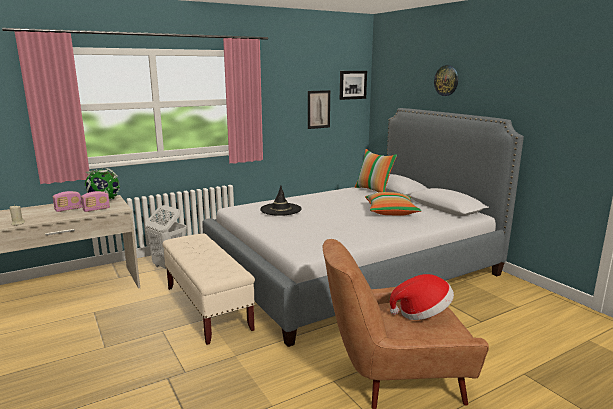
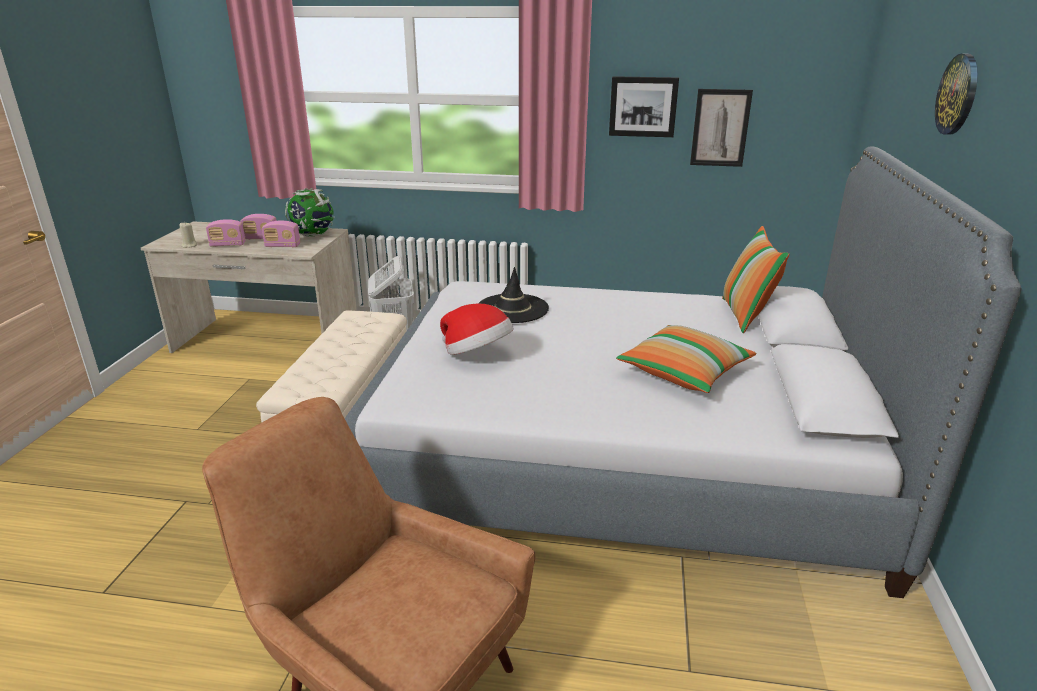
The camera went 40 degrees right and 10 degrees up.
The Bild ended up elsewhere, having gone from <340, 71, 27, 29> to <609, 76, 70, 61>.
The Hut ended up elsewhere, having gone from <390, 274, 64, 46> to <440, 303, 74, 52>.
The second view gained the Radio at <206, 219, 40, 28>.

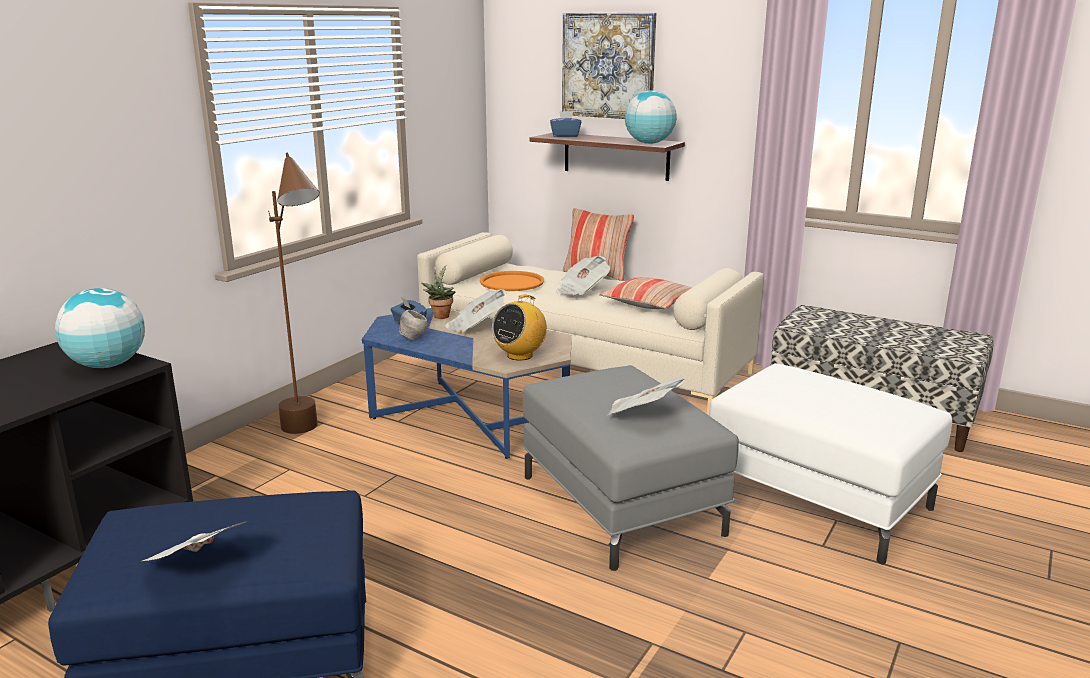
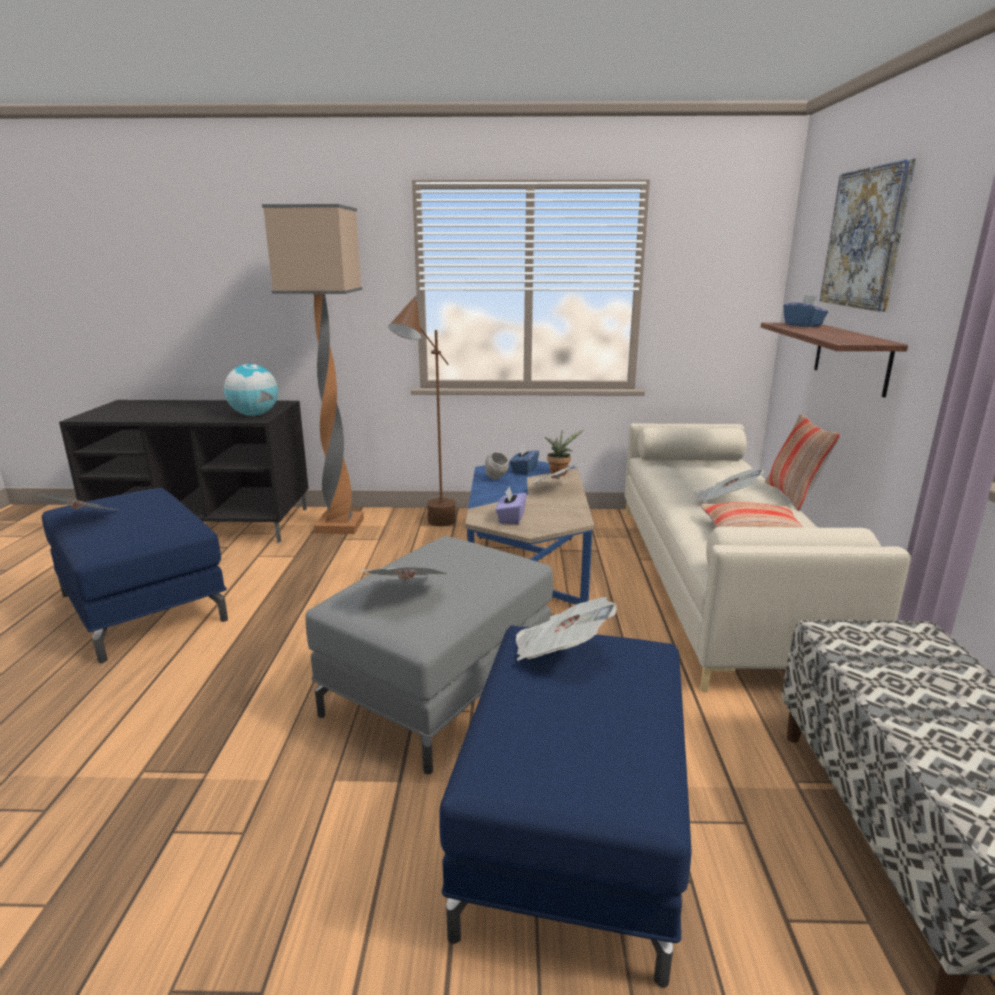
The camera went 60 degrees right and 0 degrees up.
The second view lost the Tablett [orange] at <480, 271, 64, 20>.
Where the Radio stood at <492, 294, 55, 66>, the Taschentuchbox [lila] came to stand at <496, 486, 31, 38>.
The second view lost the Globus at <625, 90, 52, 54>.
What was the Polsterhocker [weiß] at <709, 363, 243, 201> turned into the Polsterhocker [blau] at <439, 625, 252, 363>.
The second view gained the Stehlampe at <262, 204, 102, 330>.
The second view gained the Zeitung at <516, 597, 101, 64>.

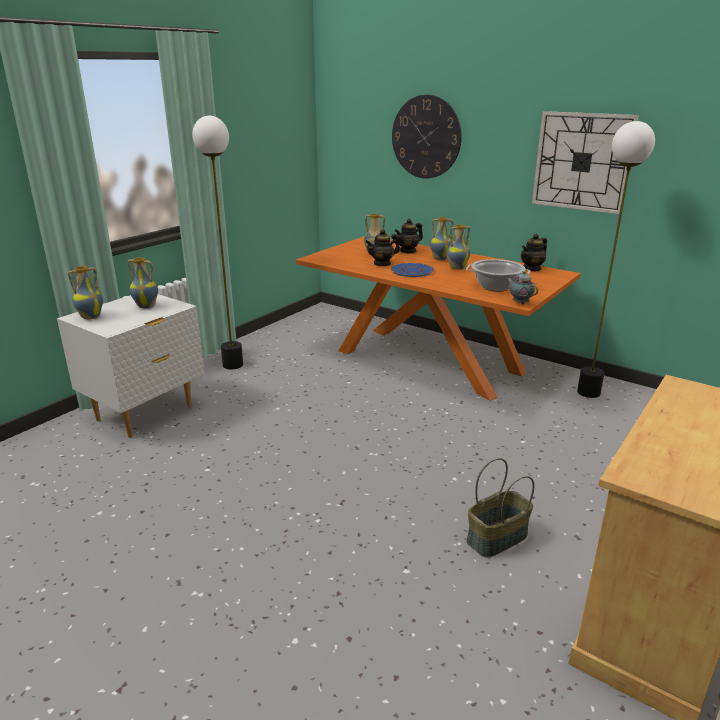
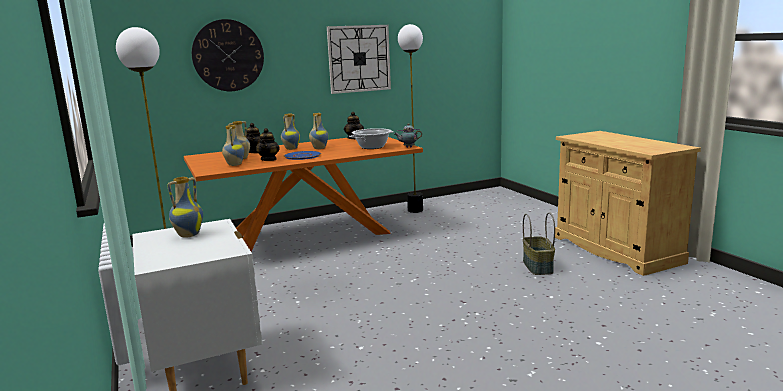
The camera went 60 degrees left and 10 degrees down.
The Vase ended up elsewhere, having gone from <68, 266, 35, 53> to <222, 125, 23, 41>.

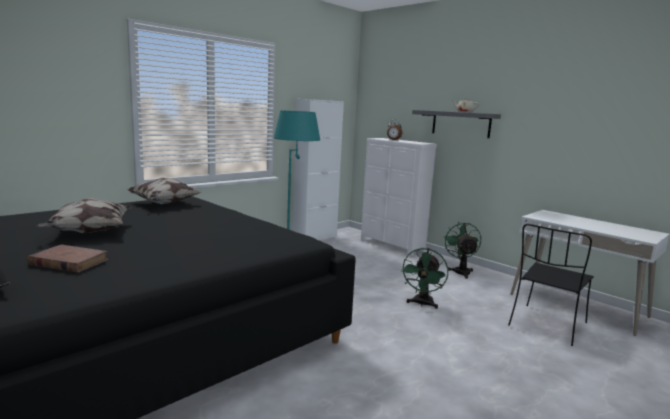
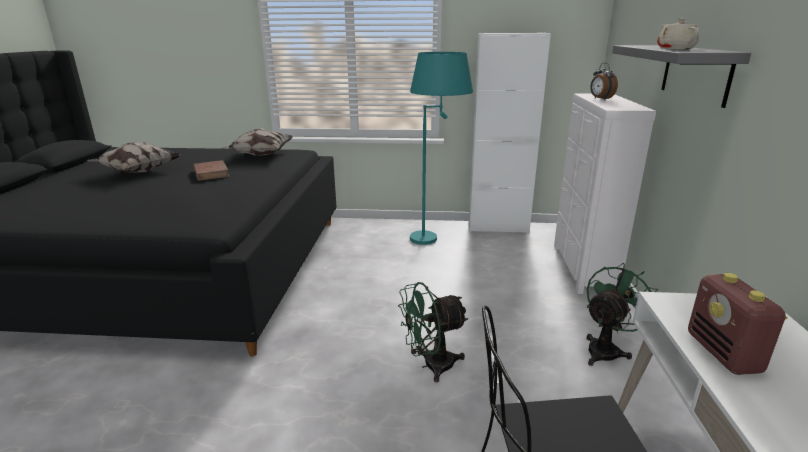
The camera went 50 degrees right and 10 degrees up.
The Buch [braun] ended up elsewhere, having gone from <27, 245, 82, 28> to <193, 160, 37, 21>.
The second view gained the Radio at <688, 273, 100, 102>.

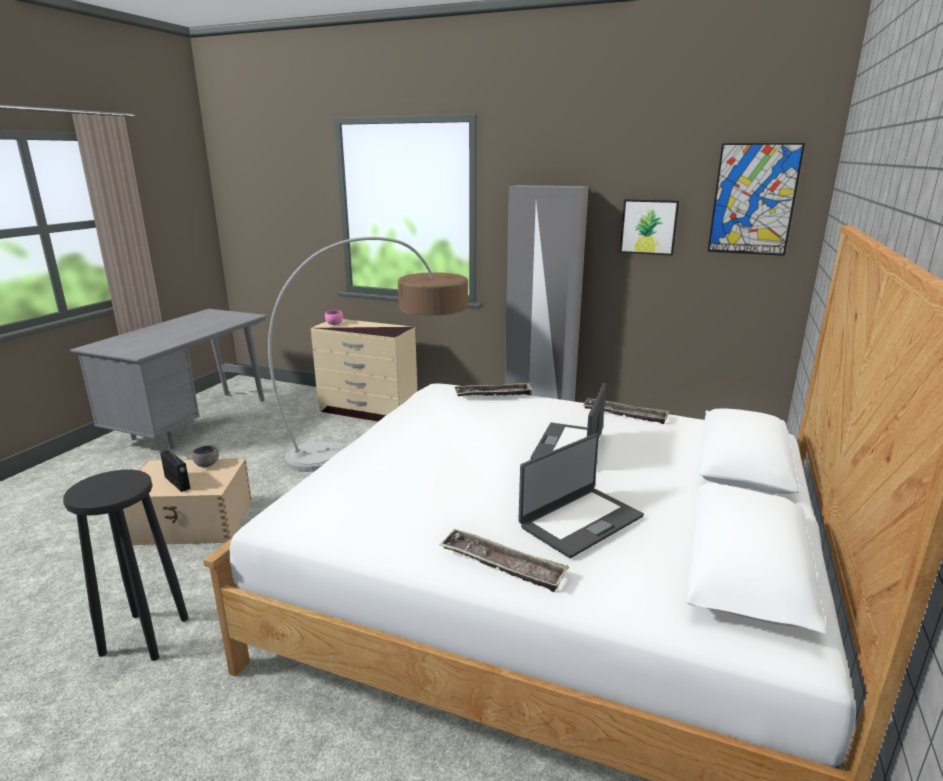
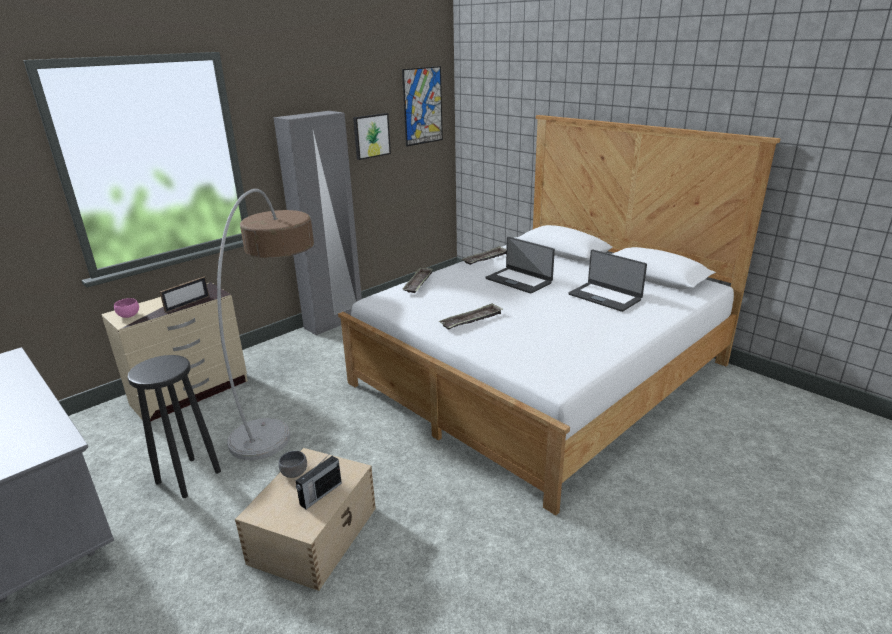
The camera went 65 degrees left and 5 degrees up.
The Hocker [schwarz] ended up elsewhere, having gone from <63, 469, 126, 192> to <127, 355, 94, 143>.
The Radio at <160, 446, 30, 46> ended up facing another way, 150 degrees clockwise from before.
The Tablett ended up elsewhere, having gone from <439, 528, 130, 64> to <439, 303, 64, 27>.
The Laptop at <518, 433, 126, 125> ended up facing another way, 150 degrees clockwise from before.
The second view gained the Bilderrahmen at <160, 277, 49, 36>.

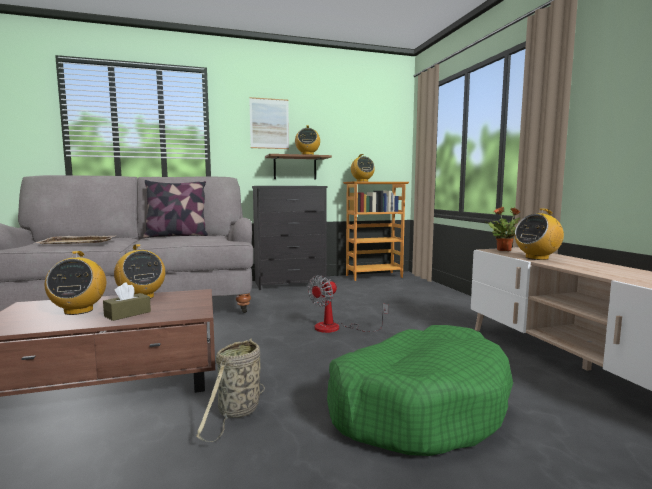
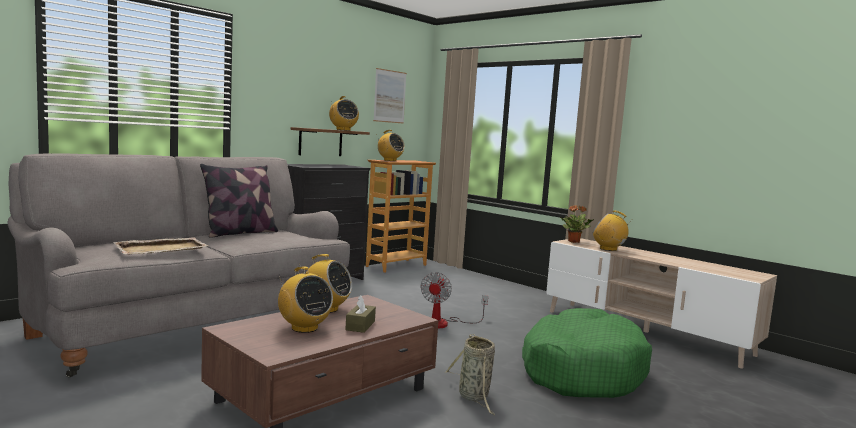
The camera went 30 degrees left and 0 degrees up.
The Bild ended up elsewhere, having gone from <249, 97, 40, 52> to <373, 68, 34, 56>.
The Radio at <515, 208, 49, 52> ended up facing another way, 90 degrees clockwise from before.

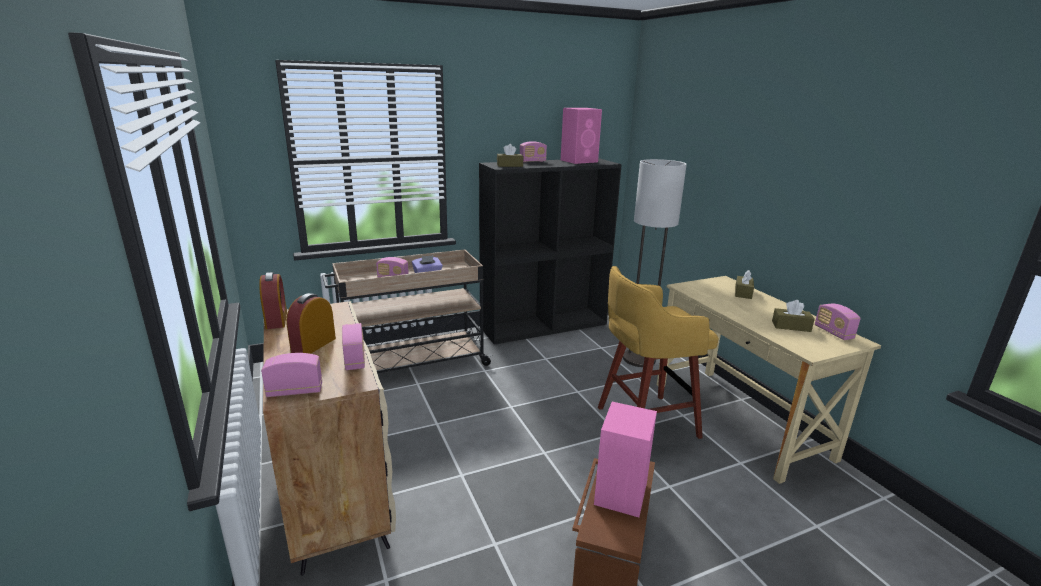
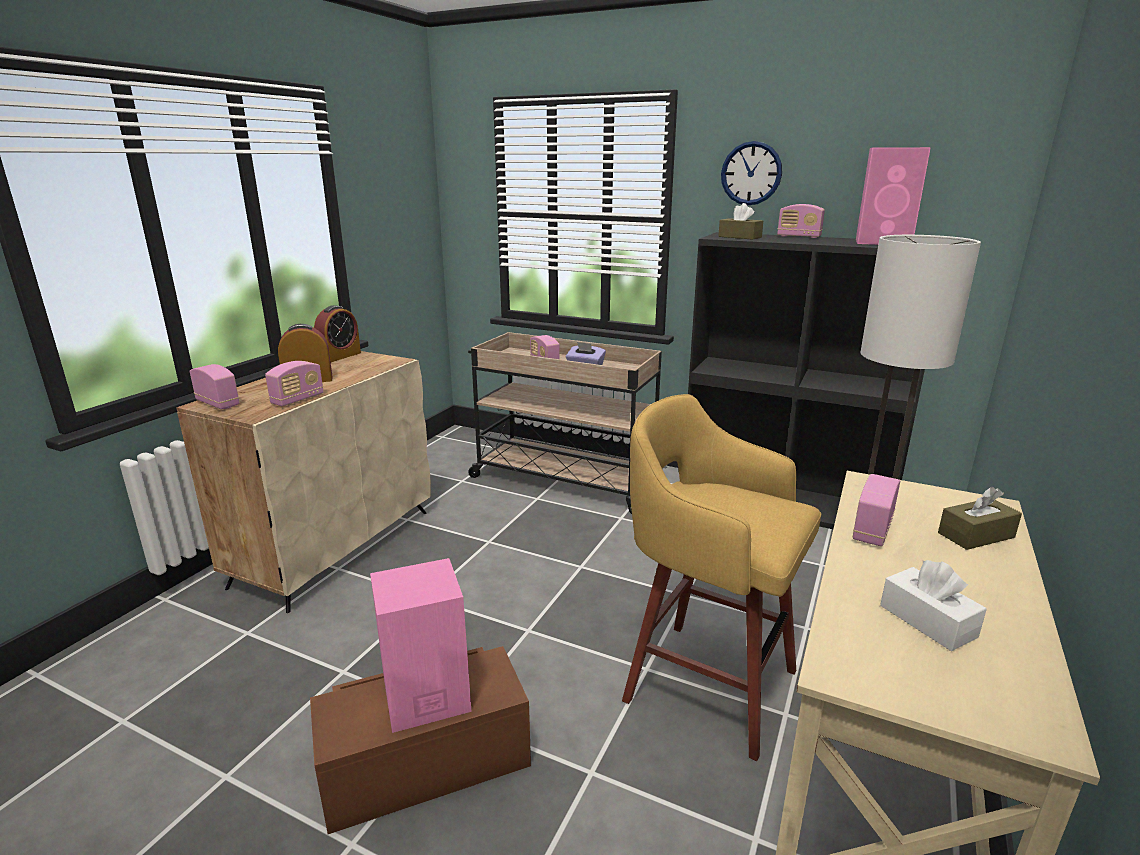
The camera went 50 degrees right and 0 degrees up.
What was the Taschentuchbox [braun] at <772, 300, 43, 32> turned into the Taschentuchbox [weiß] at <880, 560, 107, 91>.
The Radio ended up elsewhere, having gone from <815, 304, 46, 36> to <853, 474, 47, 72>.
The second view gained the Wanduhr at <721, 141, 61, 64>.

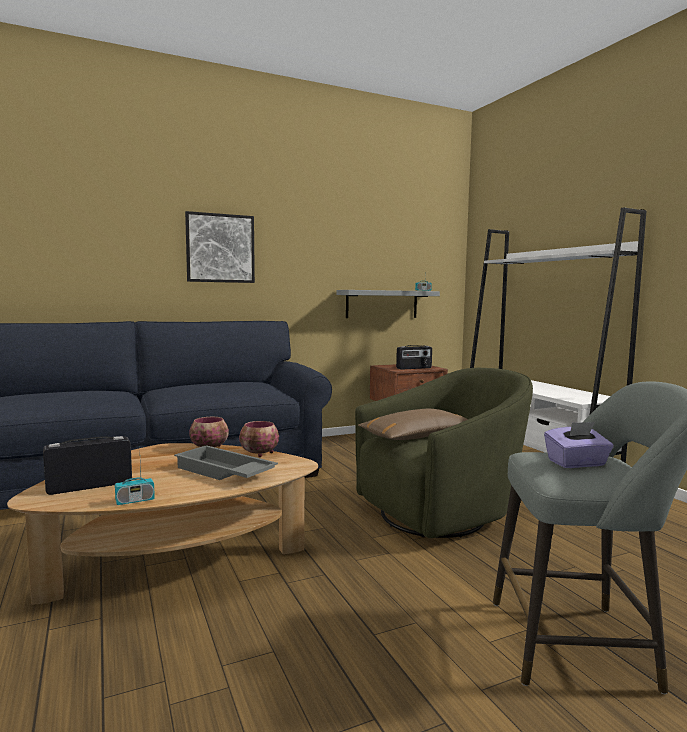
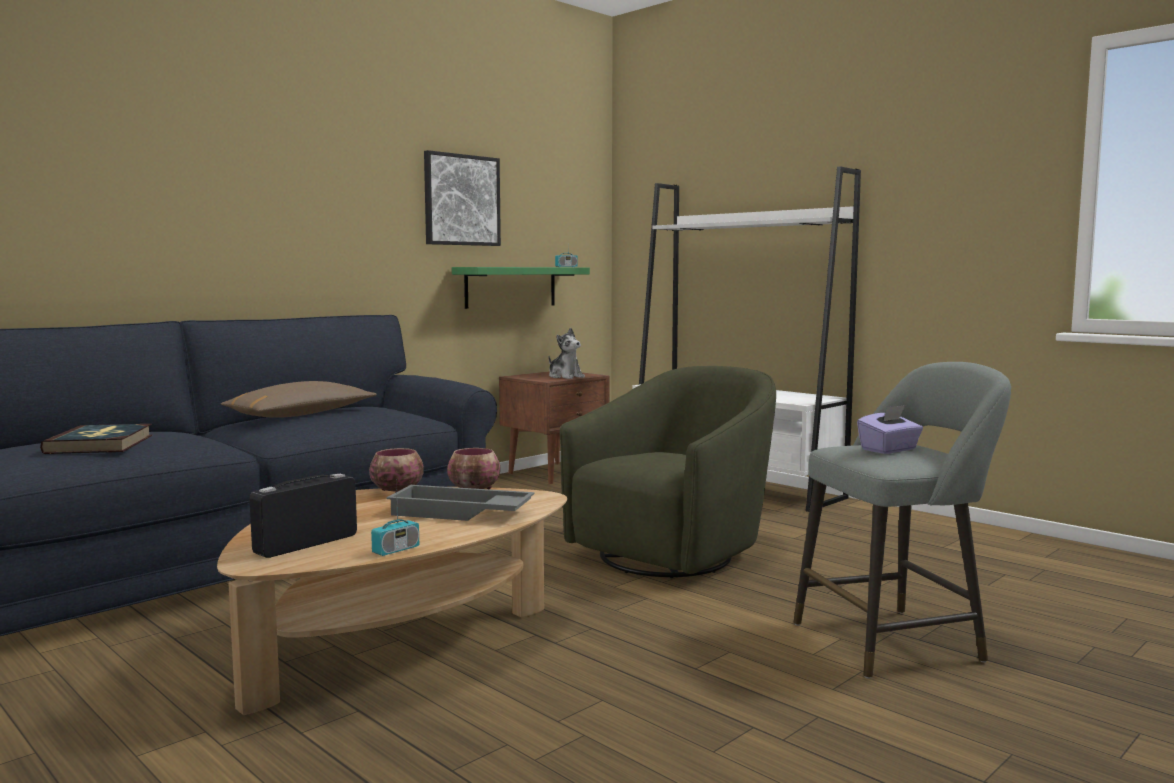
The camera went 20 degrees left and 0 degrees up.
The Bild ended up elsewhere, having gone from <185, 211, 70, 72> to <424, 150, 77, 96>.
What was the Wandregal [grau] at <337, 290, 103, 28> turned into the Wandregal [grün] at <452, 267, 138, 42>.
The Kissen [braun] ended up elsewhere, having gone from <359, 409, 109, 31> to <221, 381, 156, 37>.
Where the Radio stood at <396, 345, 36, 25>, the Plüschtier came to stand at <549, 328, 36, 51>.
The second view gained the Buch at <40, 424, 112, 30>.

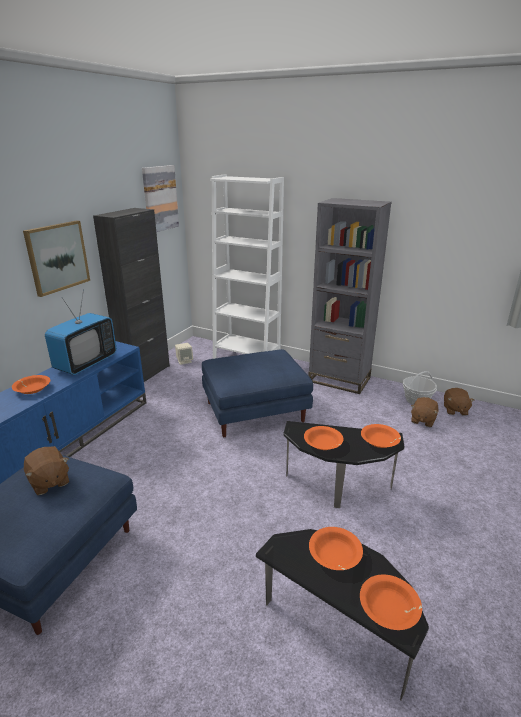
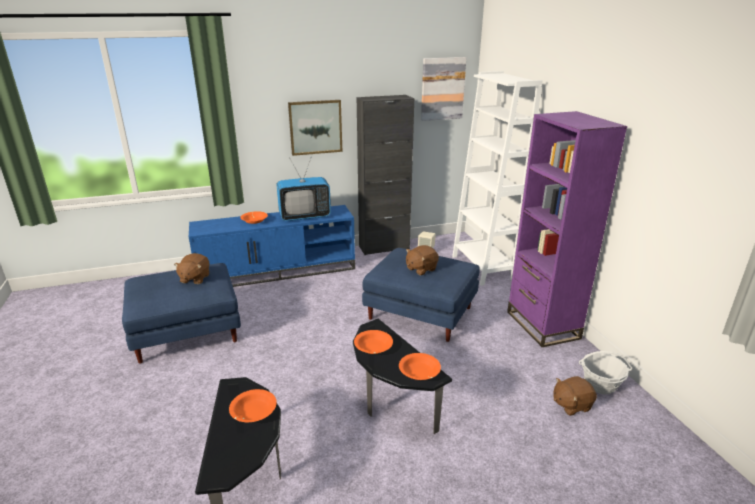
The camera went 45 degrees right and 0 degrees up.
What was the Bücherregal [grau] at <308, 198, 84, 196> turned into the Bücherregal [lila] at <507, 111, 120, 236>.
The second view lost the Schüssel [orange] at <360, 574, 62, 56>.
The Plüschtier [braun] ended up elsewhere, having gone from <444, 388, 30, 28> to <406, 245, 33, 30>.

